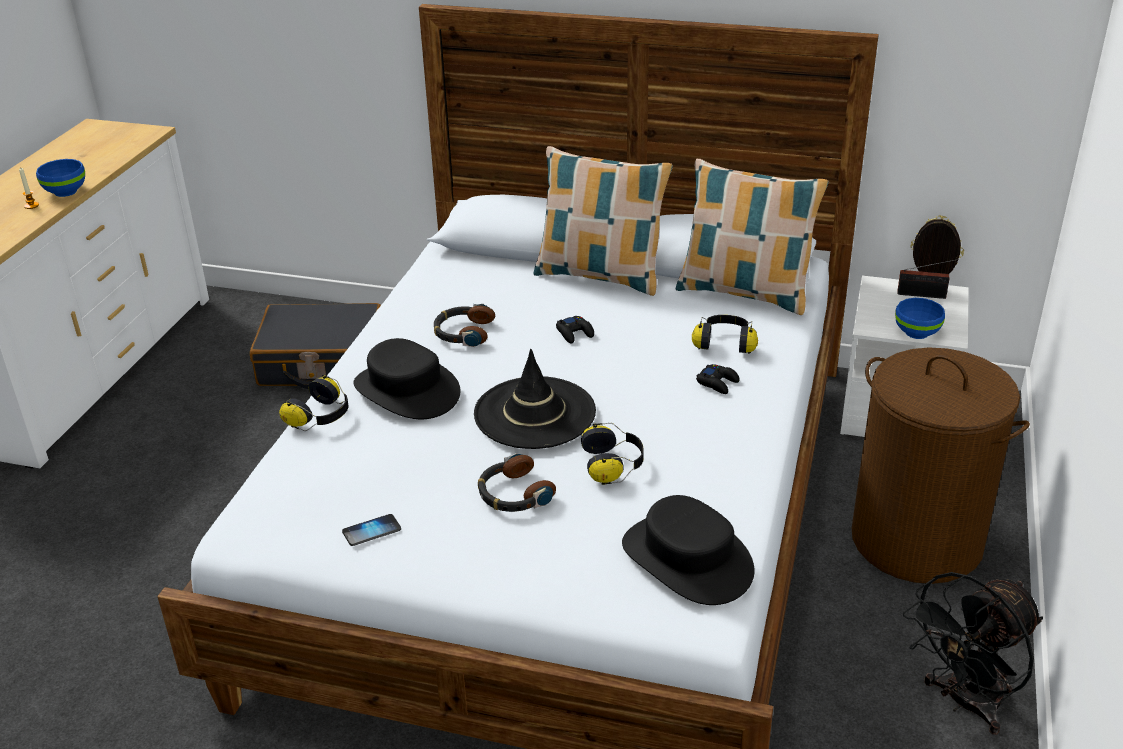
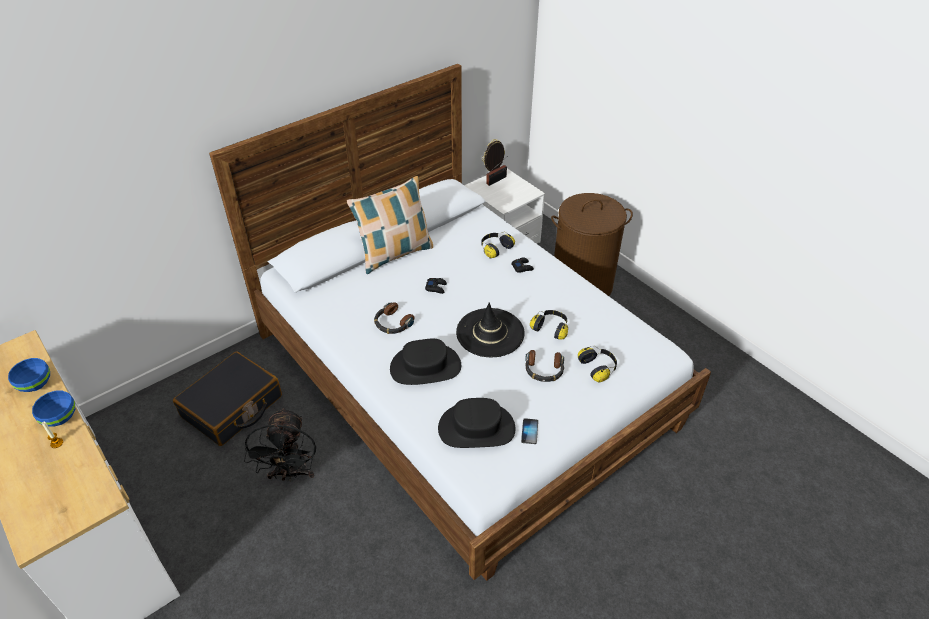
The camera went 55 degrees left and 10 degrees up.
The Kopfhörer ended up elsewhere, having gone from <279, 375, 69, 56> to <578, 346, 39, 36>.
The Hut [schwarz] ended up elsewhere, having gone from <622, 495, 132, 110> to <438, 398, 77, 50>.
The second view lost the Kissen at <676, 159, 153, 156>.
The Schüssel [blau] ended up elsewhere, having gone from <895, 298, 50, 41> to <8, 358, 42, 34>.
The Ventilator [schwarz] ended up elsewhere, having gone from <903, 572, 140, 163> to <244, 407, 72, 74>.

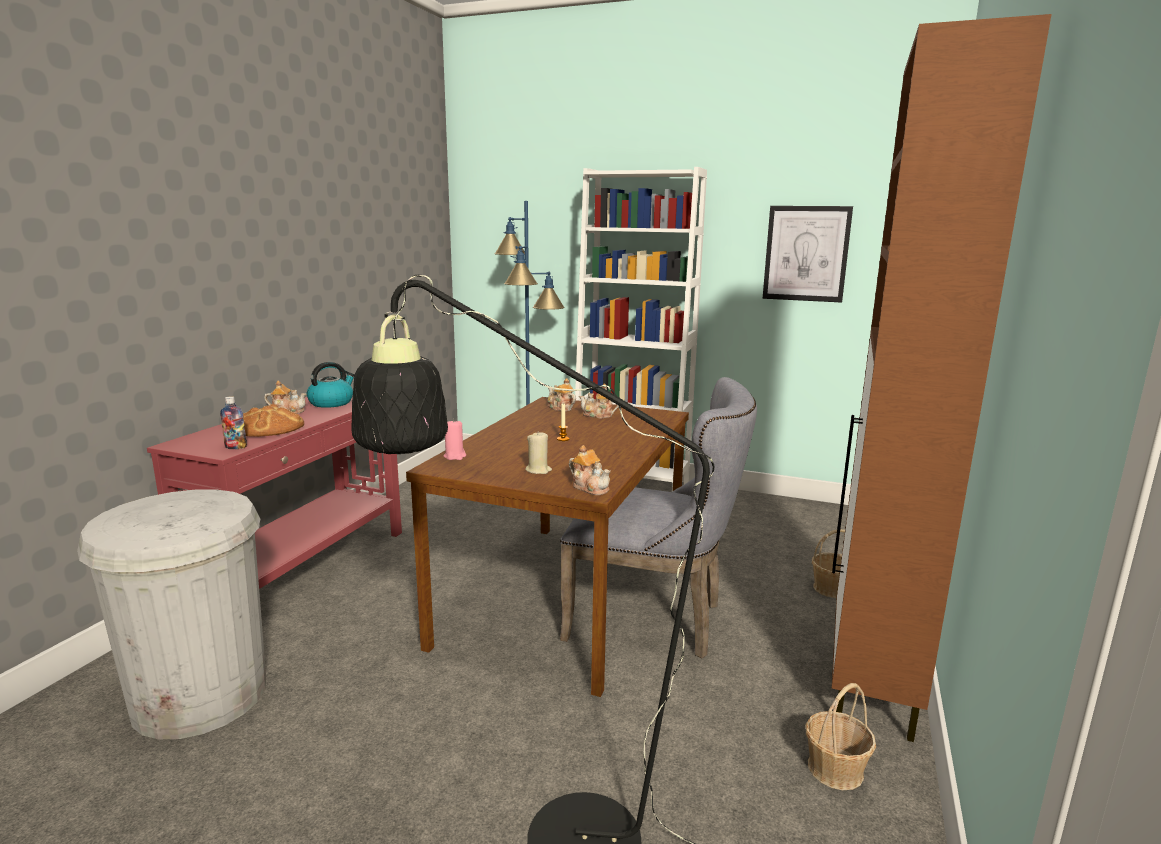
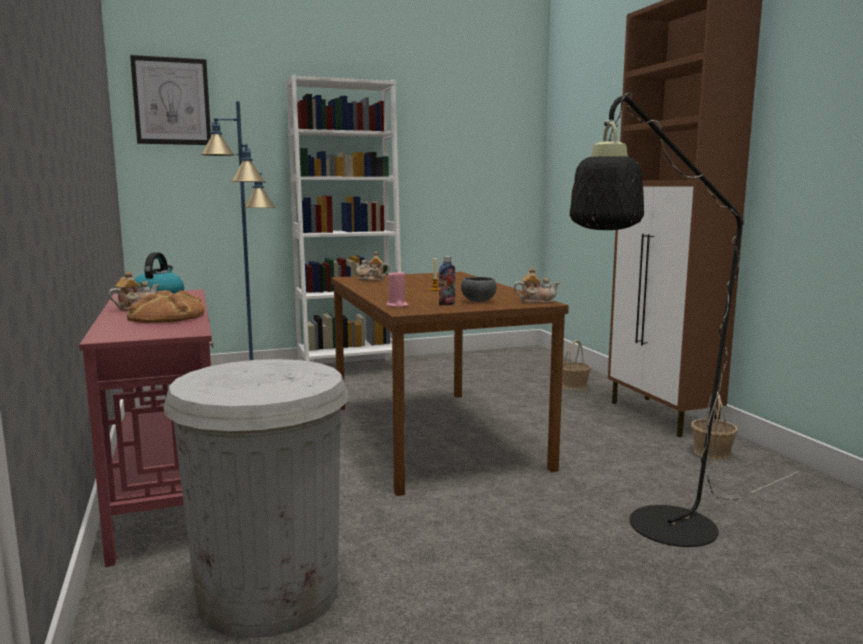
The camera went 40 degrees left and 5 degrees down.
The Flasche ended up elsewhere, having gone from <220, 396, 27, 53> to <439, 256, 16, 50>.
Where the Kerze [beige] stood at <525, 431, 27, 43>, the Schüssel [grau] came to stand at <461, 277, 35, 25>.
The second view lost the Stuhl [grau] at <560, 377, 197, 281>.
The second view lost the Teekanne at <579, 383, 40, 36>.
The Bild ended up elsewhere, having gone from <763, 206, 90, 97> to <130, 55, 81, 90>.

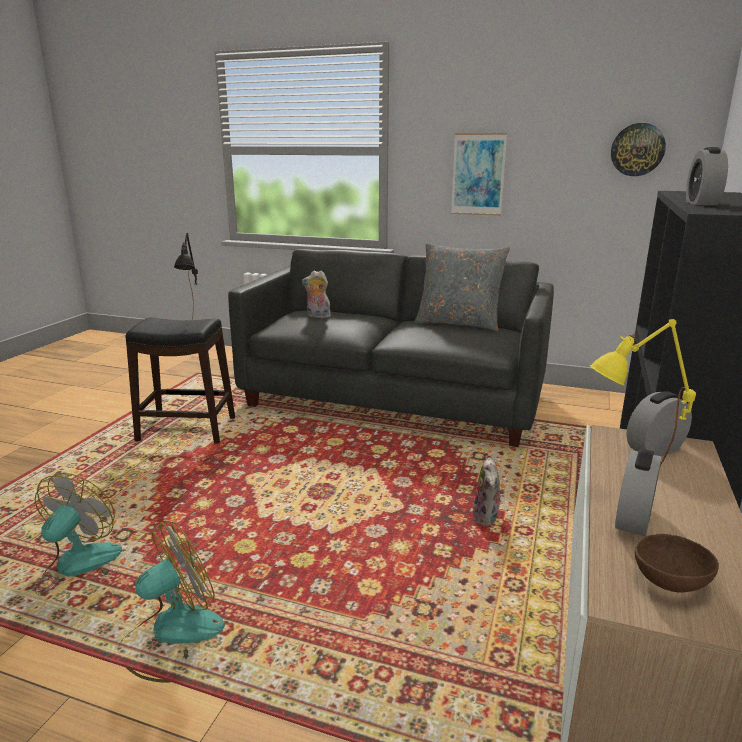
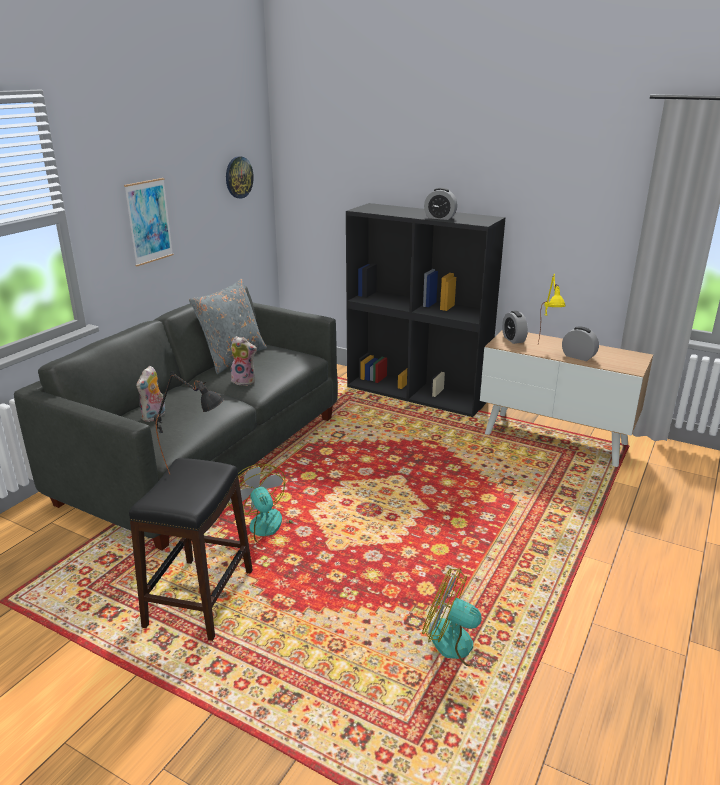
The camera went 80 degrees left and 5 degrees up.
The Ventilator ended up elsewhere, having gone from <118, 521, 107, 162> to <228, 464, 66, 85>.
The Plüschtier ended up elsewhere, having gone from <473, 457, 32, 69> to <231, 336, 26, 50>.
The second view lost the Schüssel [braun] at <635, 534, 84, 59>.

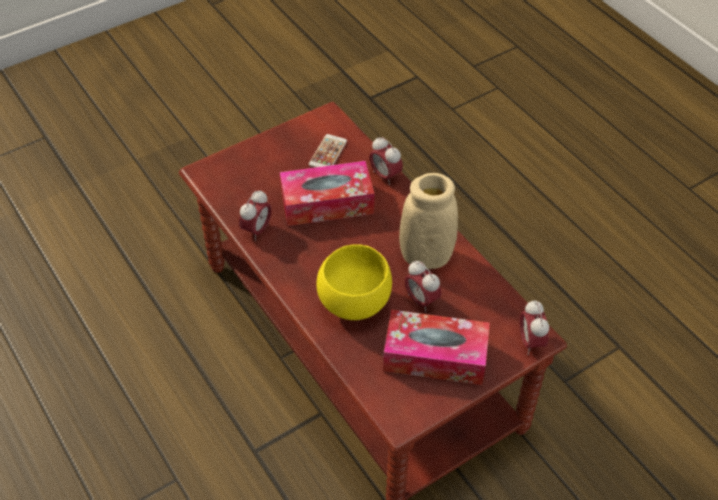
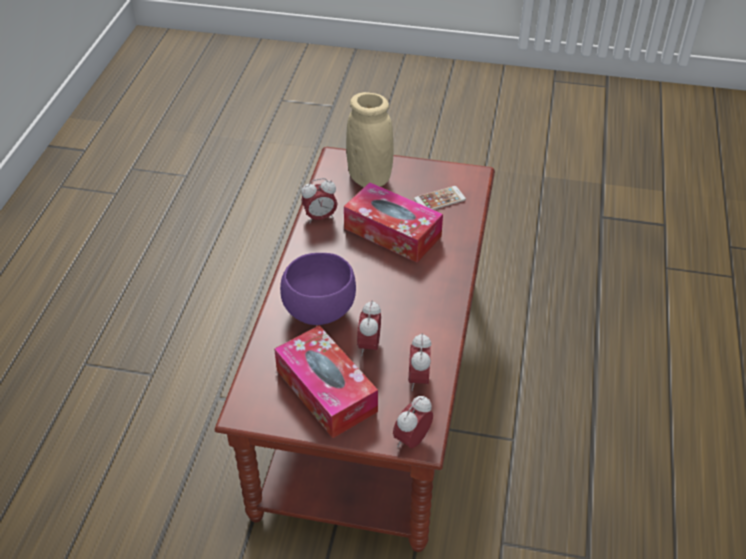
The camera went 45 degrees right and 5 degrees down.
What was the Schüssel [gelb] at <316, 244, 76, 76> turned into the Schüssel [lila] at <280, 253, 76, 72>.
The Wecker ended up elsewhere, having gone from <369, 137, 34, 48> to <409, 333, 23, 58>.
The Vase [beige] ended up elsewhere, having gone from <399, 173, 59, 96> to <346, 92, 48, 95>.

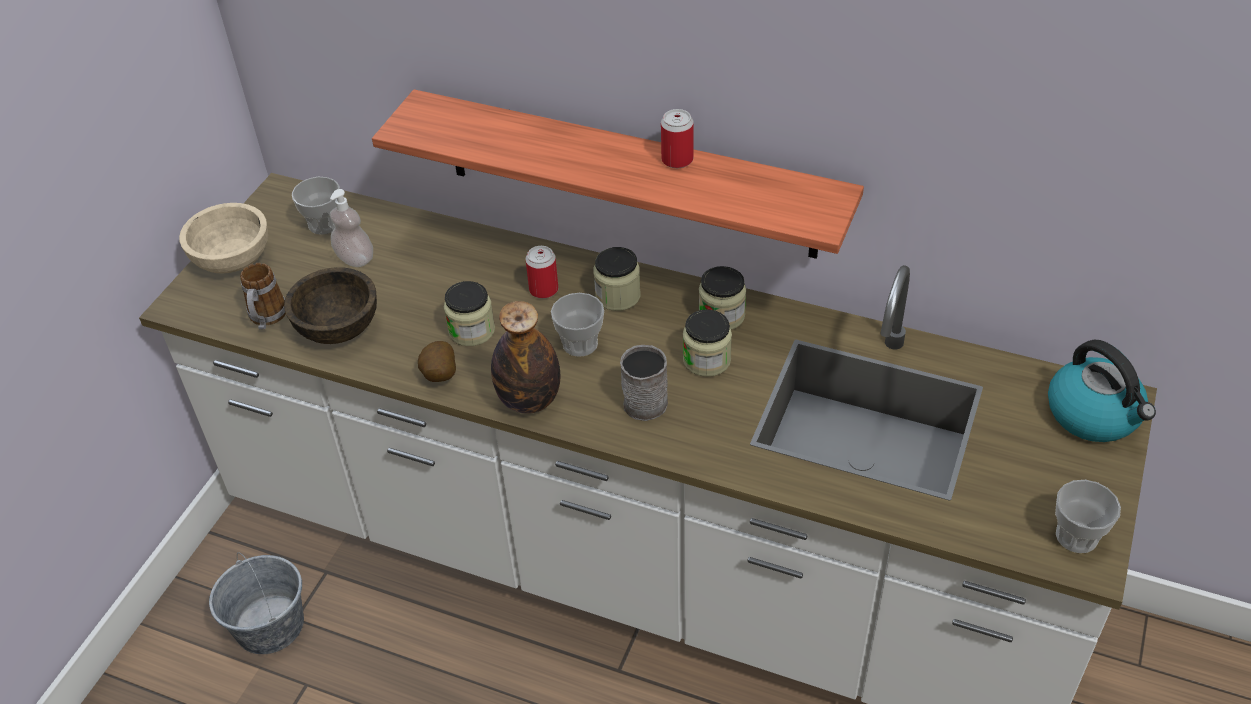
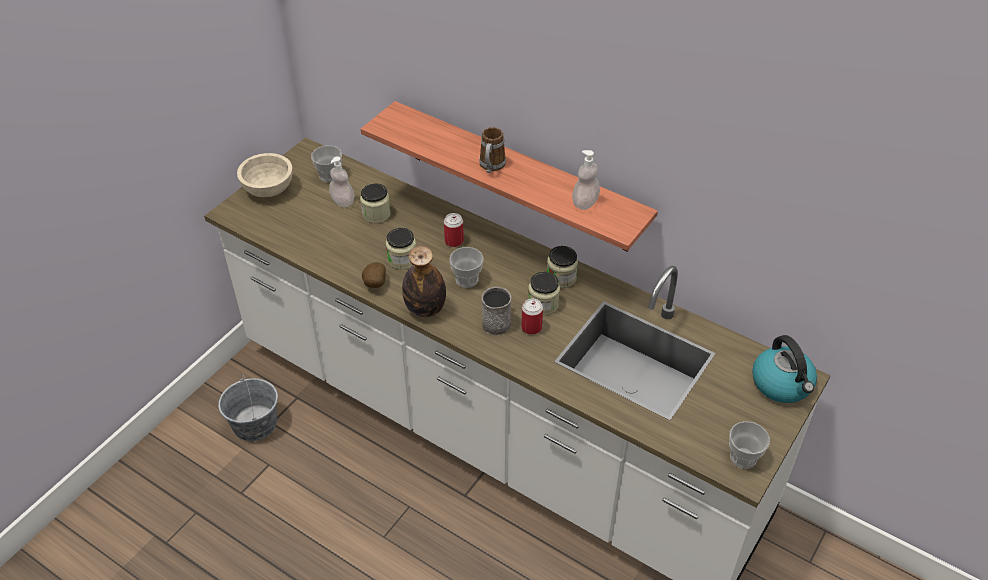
The camera went 10 degrees right and 0 degrees up.
The Henkelbecher ended up elsewhere, having gone from <240, 263, 46, 66> to <479, 127, 27, 46>.
The second view lost the Schüssel [braun] at <284, 267, 93, 77>.
The Vorratsglas ended up elsewhere, having gone from <593, 247, 47, 64> to <360, 183, 31, 40>.
The Dose ended up elsewhere, having gone from <661, 109, 33, 59> to <522, 299, 21, 36>.
The second view gained the Seifenspender at <572, 150, 28, 60>.

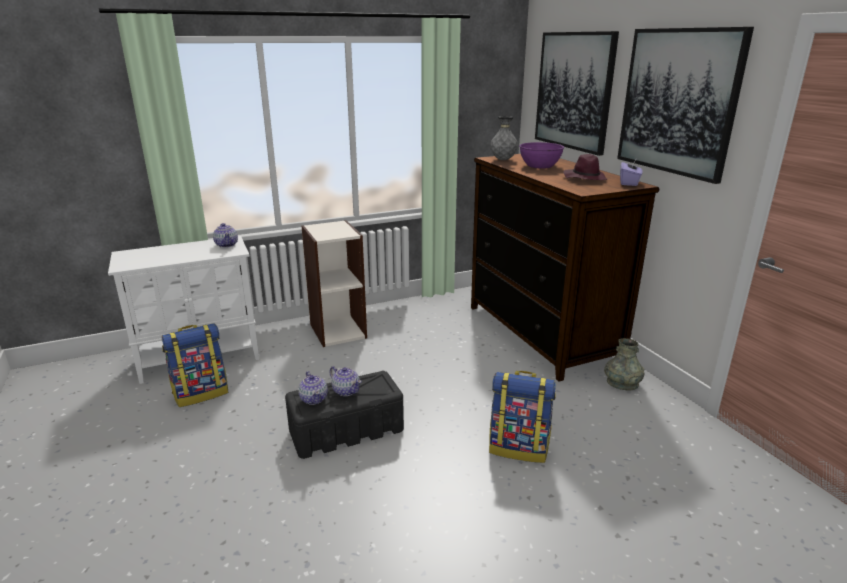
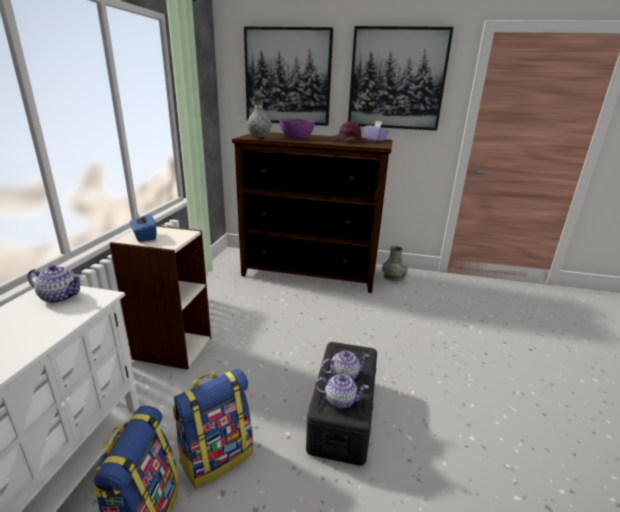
The camera went 55 degrees left and 0 degrees up.
The Rucksack ended up elsewhere, having gone from <489, 371, 66, 92> to <173, 368, 80, 120>.
The second view gained the Taschentuchbox [blau] at <130, 212, 26, 30>.

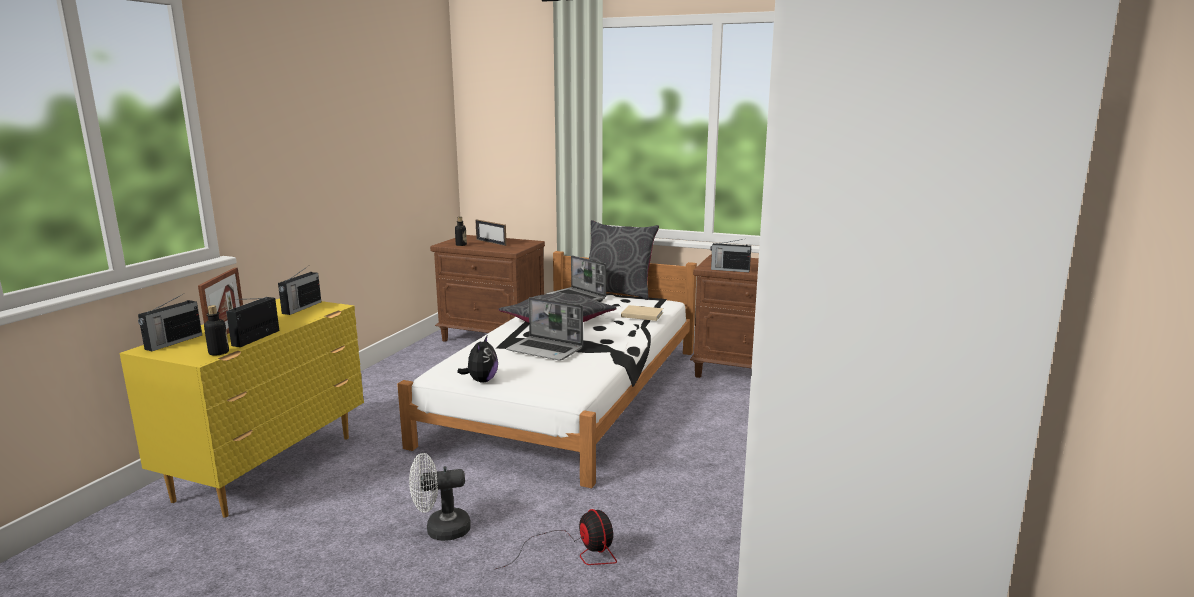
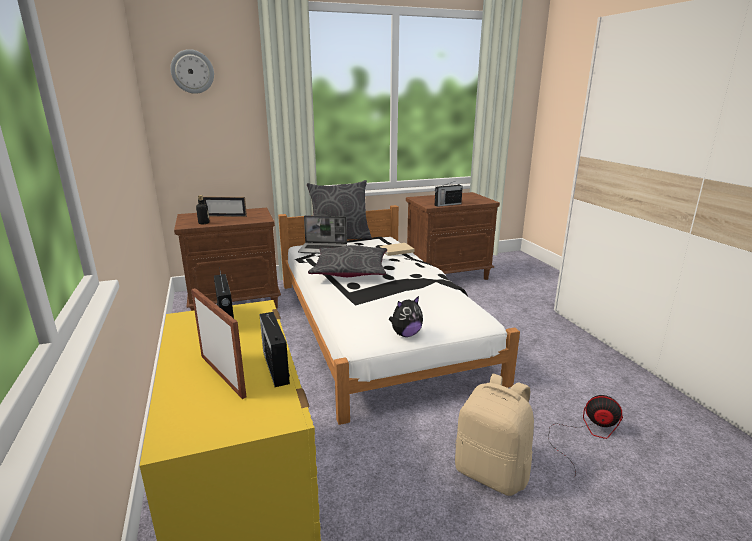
The camera went 40 degrees left and 5 degrees up.
The second view lost the Radio at <138, 294, 64, 57>.
The second view lost the Flasche at <204, 305, 25, 51>.
Where the Ventilator [weiß] stood at <409, 453, 62, 88>, the Rucksack [beige] came to stand at <455, 374, 79, 122>.
The Plüschtier at <457, 336, 41, 47> ended up facing another way, 90 degrees clockwise from before.
The second view lost the Laptop at <506, 297, 77, 64>.
The second view gained the Wanduhr at <170, 49, 44, 45>.

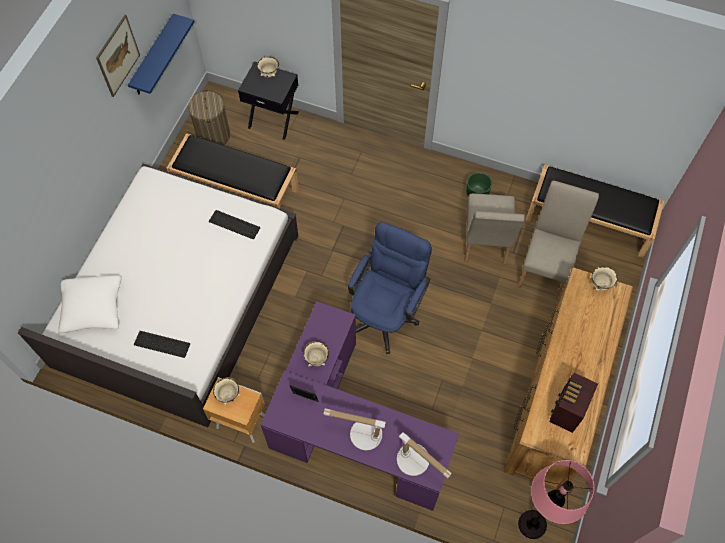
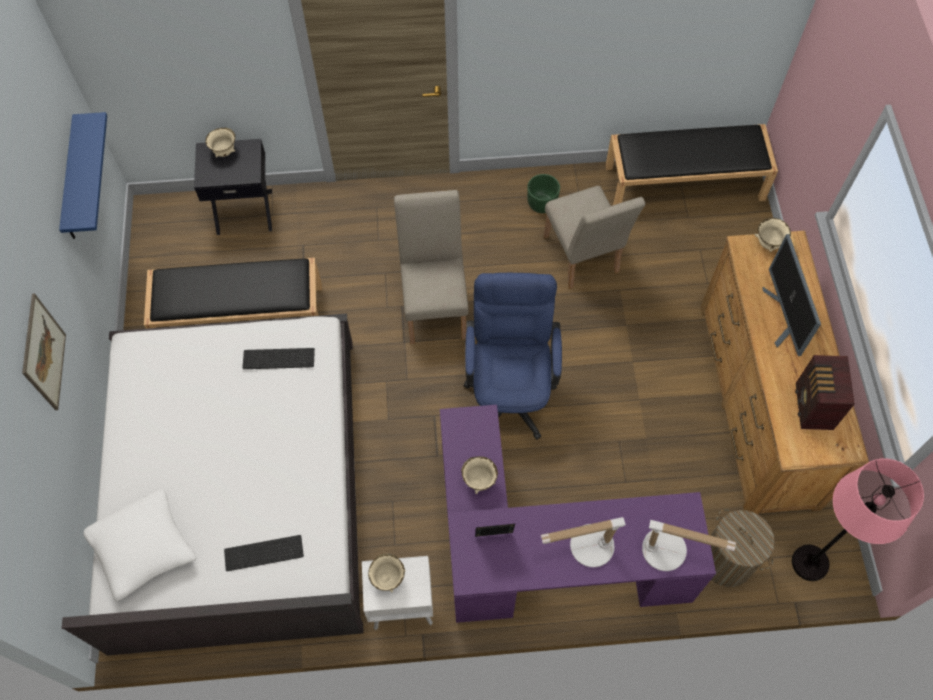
The camera went 25 degrees left and 0 degrees up.
The Bild ended up elsewhere, having gone from <96, 15, 44, 82> to <22, 294, 44, 116>.
The Wäschekorb ended up elsewhere, having gone from <188, 89, 42, 56> to <710, 509, 65, 78>.
What was the Nachttisch [braun] at <203, 377, 62, 66> turned into the Nachttisch [weiß] at <362, 556, 71, 74>.
The Stuhl [beige] ended up elsewhere, having gone from <518, 181, 81, 118> to <394, 190, 75, 154>.
The second view gained the Monitor at <762, 234, 59, 122>.

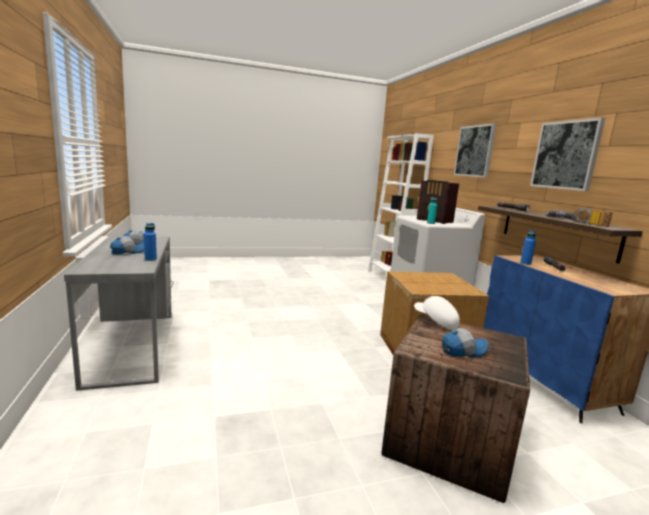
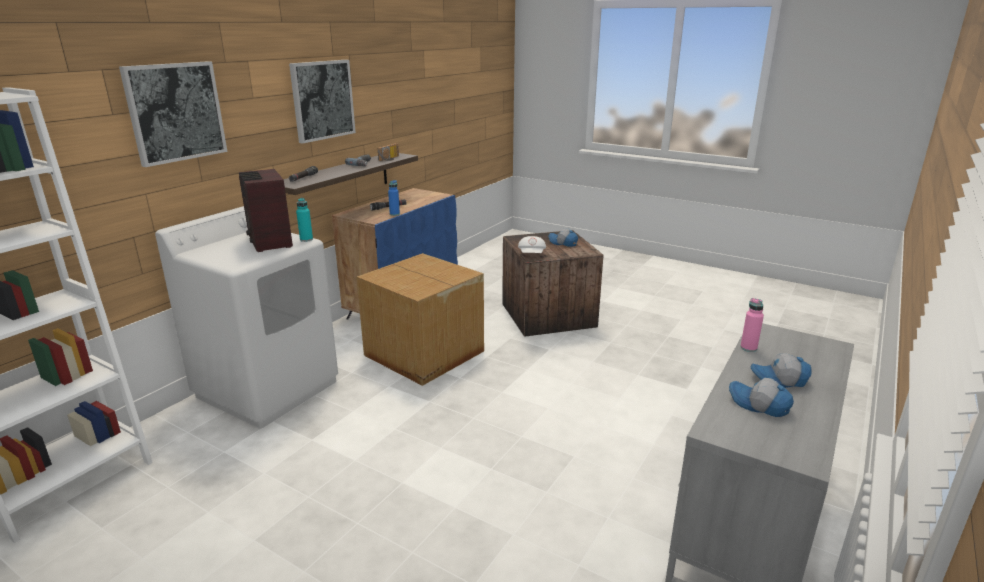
The camera went 130 degrees left and 10 degrees up.
What was the Flasche [blau] at <144, 223, 13, 38> turned into the Flasche [rosa] at <740, 298, 24, 54>.
The Radio at <417, 180, 42, 44> ended up facing another way, 150 degrees clockwise from before.

